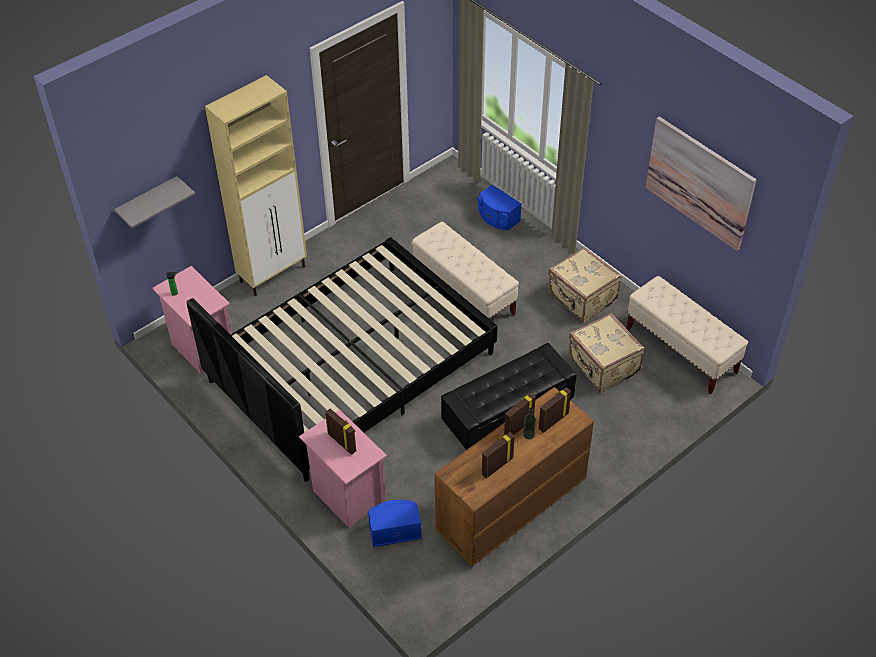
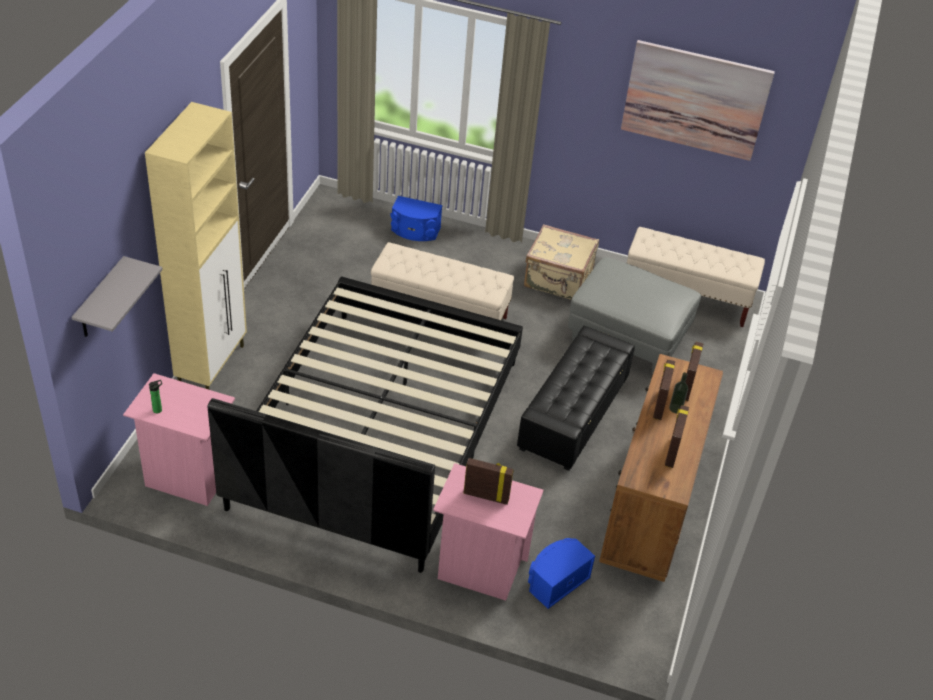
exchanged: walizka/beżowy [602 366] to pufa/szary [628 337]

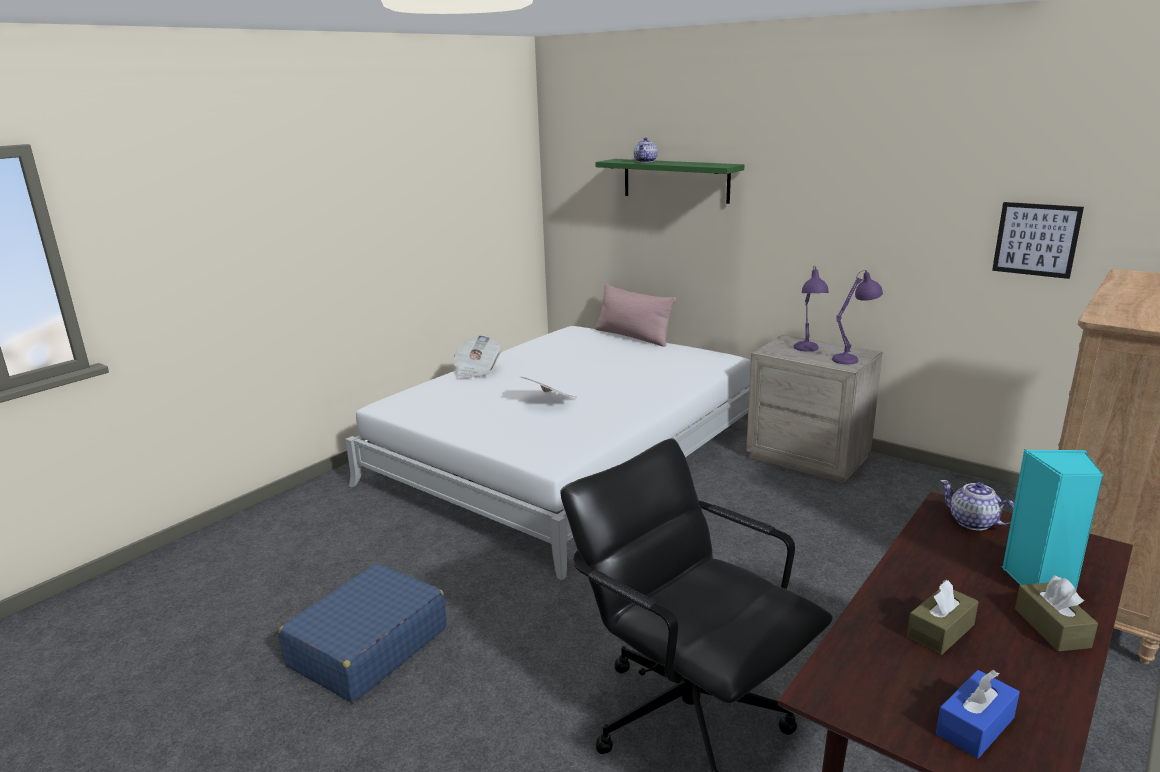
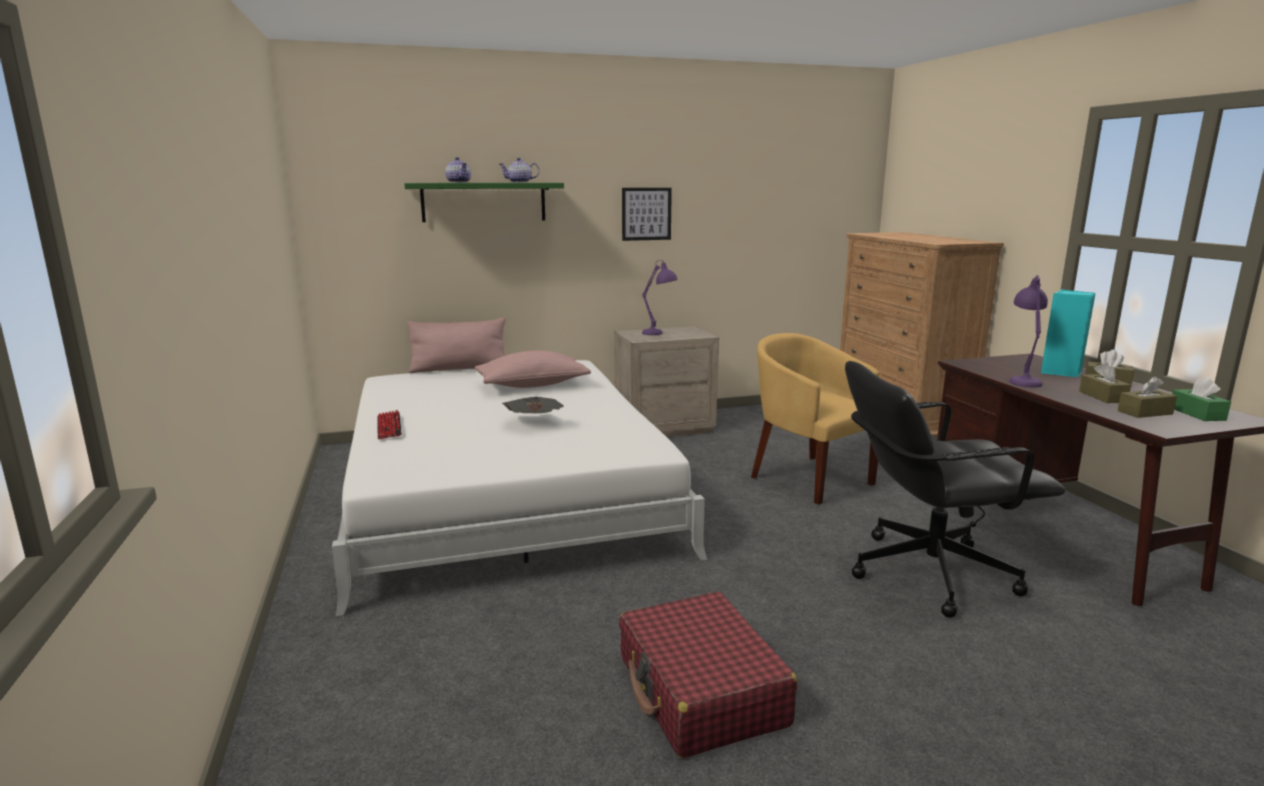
appeared: poduszka/różowy [532 385]; fotel/żółty [809 478]; pudełko chusteczek/brązowy [1145 412]
relocated: lampa stołowa/fioletowy [854 358] to [1023 380]; imbryk [973 522] to [520 182]; obraz [1036 239] to [646 214]
exchanged: gazeta [477 370] to klawiatura [389 426]
colour: walizka/niebieski [367 647] to walizka/czerwony [701 691]; pudełko chusteczek/niebieski [975 726] to pudełko chusteczek/zielony [1197 414]

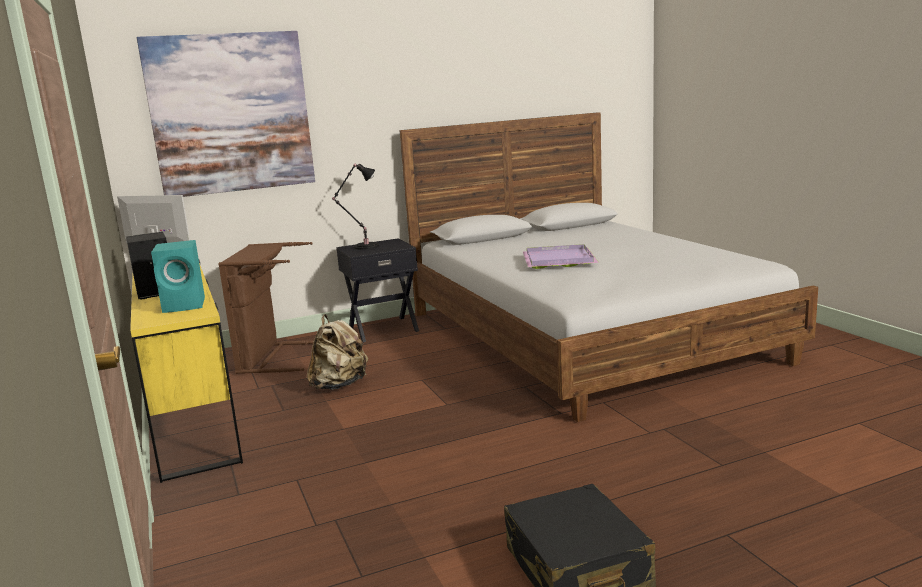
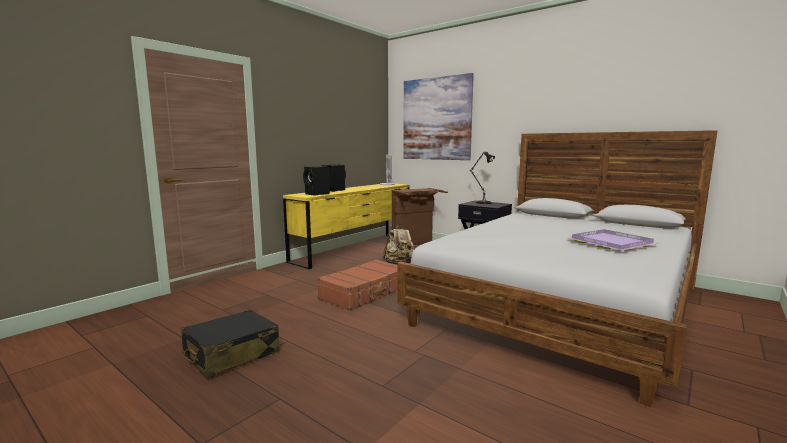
appeared: walizka/brązowy [365 293]
relocated: taca/fioletowy [558 260] to [609 243]
colour: głośnik/turkusowy [186 305] to głośnik/czarny [317 194]

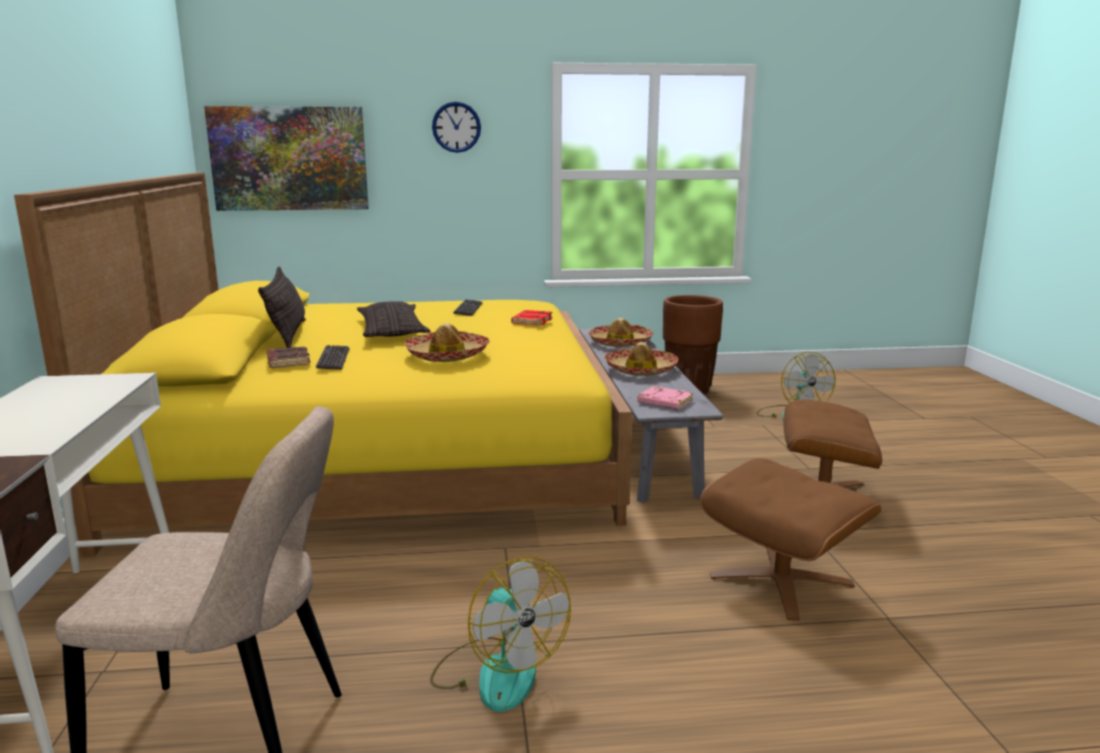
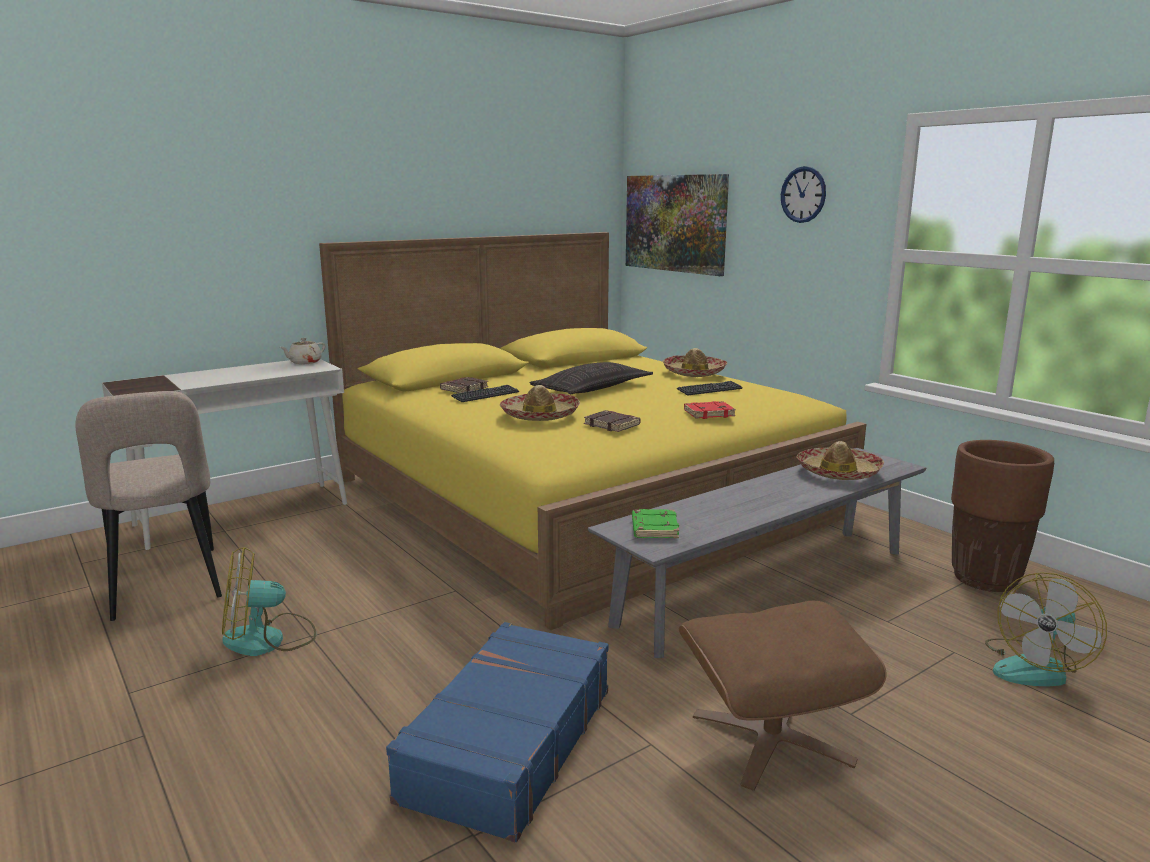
missing: poduszka [288 335]
appeared: imbryk/beżowy [304 362]; książka/brązowy [613 425]
relocated: kapelusz [640 370] to [694 373]
exchanged: pufa/brązowy [781 580] to walizka/niebieski [507 744]
colour: książka/różowy [664 402] to książka/zielony [653 528]
spun: wentylator [497 671] = [268 640] 45 degrees clockwise

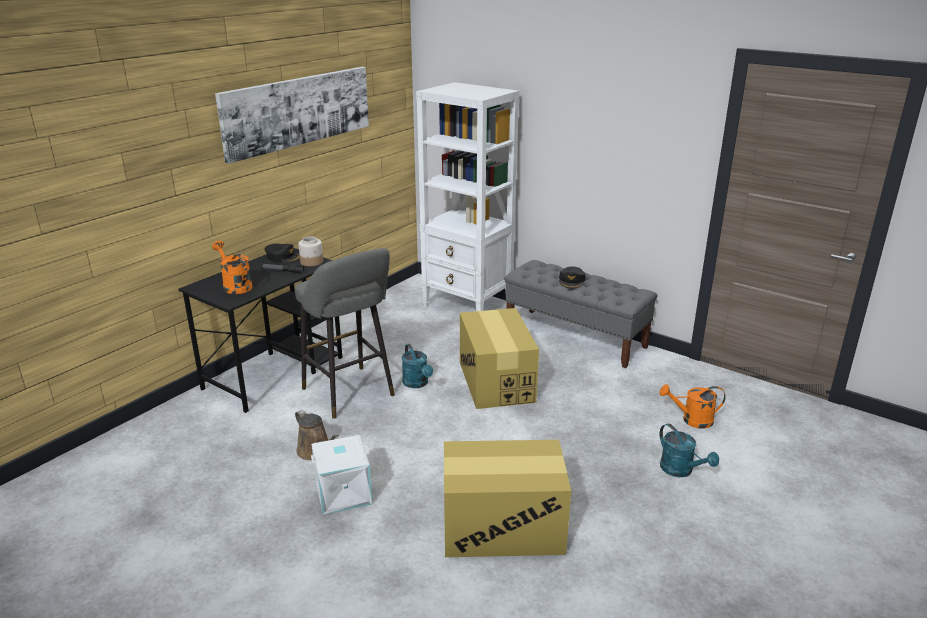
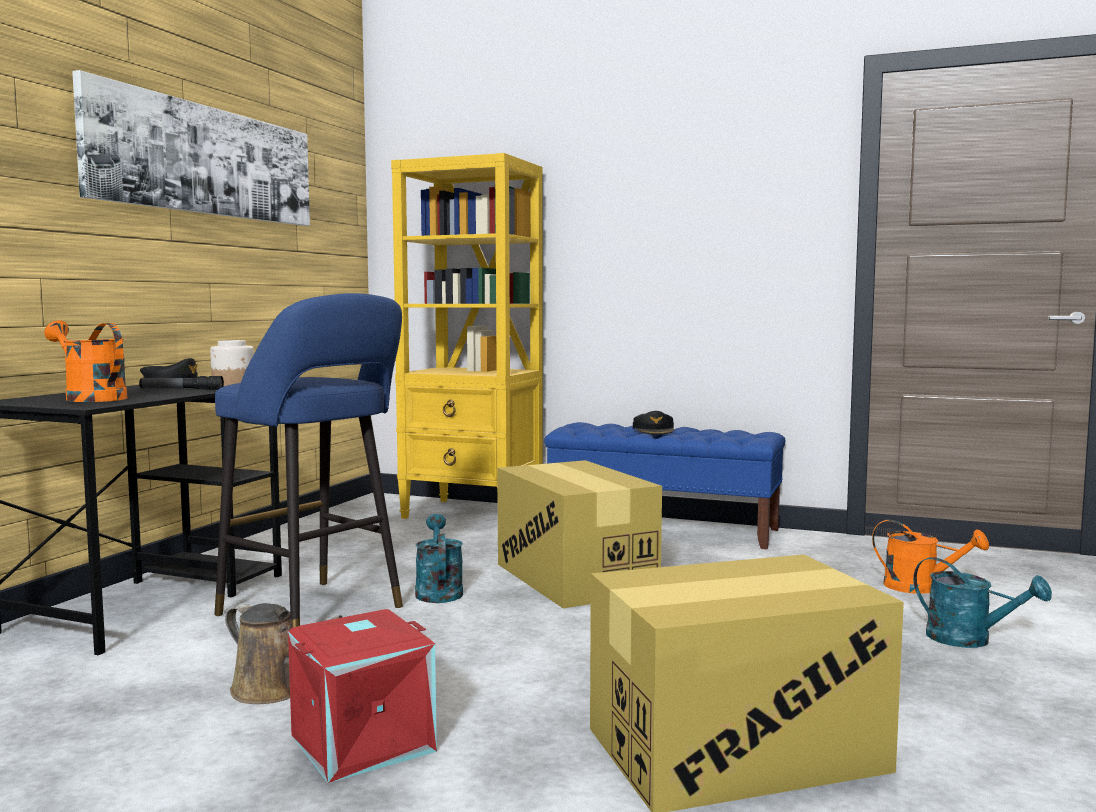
colour: stołek/szary [351 394] to stołek/niebieski [317 613]; pojemnik do przechowywania/biały [343 492] to pojemnik do przechowywania/czerwony [362 742]; regał/biały [468 306] to regał/żółty [473 514]; ławka/szary [575 337] to ławka/niebieski [664 529]
spun: konewka/turkusowy [417 384] = [438 591] 150 degrees counterclockwise; konewka/pomarańczowy [692 420] = [920 588] 135 degrees counterclockwise

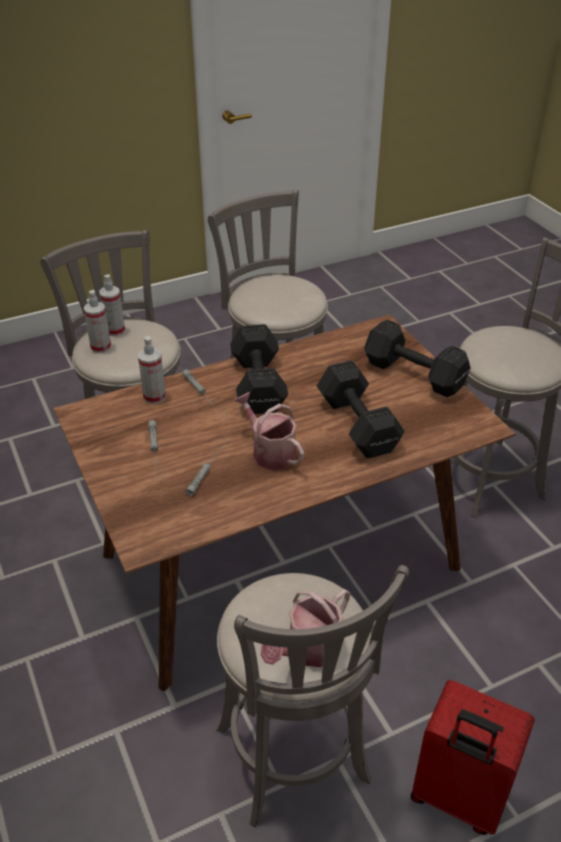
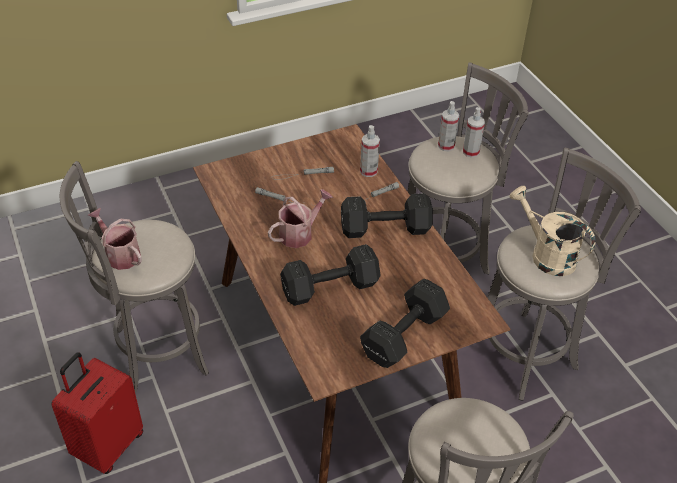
appeared: konewka/beżowy [546 255]

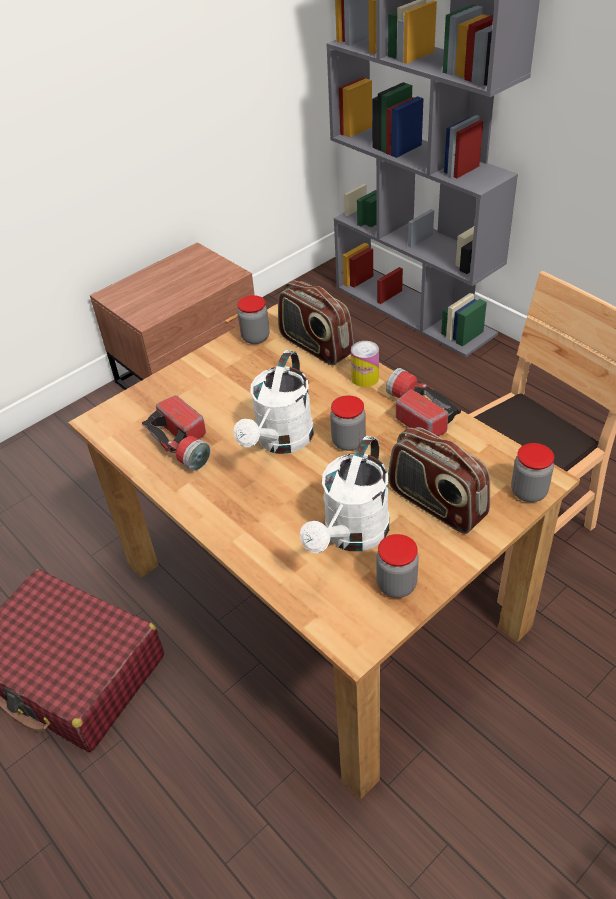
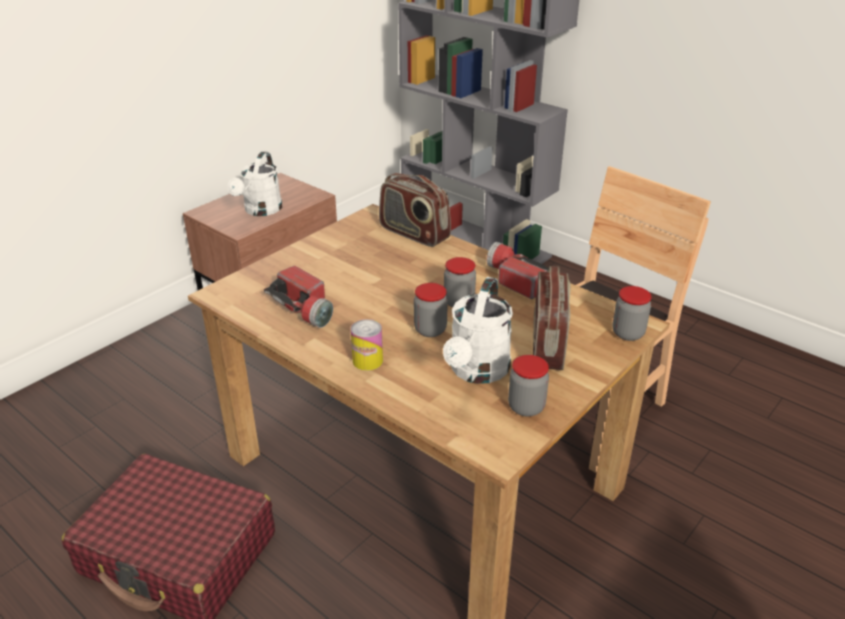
relocated: konewka/biały [281 441] to [260 211]; słoik [255 337] to [430 330]; puszka [365 378] to [367 361]
spun: radio [436 504] = [548 345] 120 degrees counterclockwise

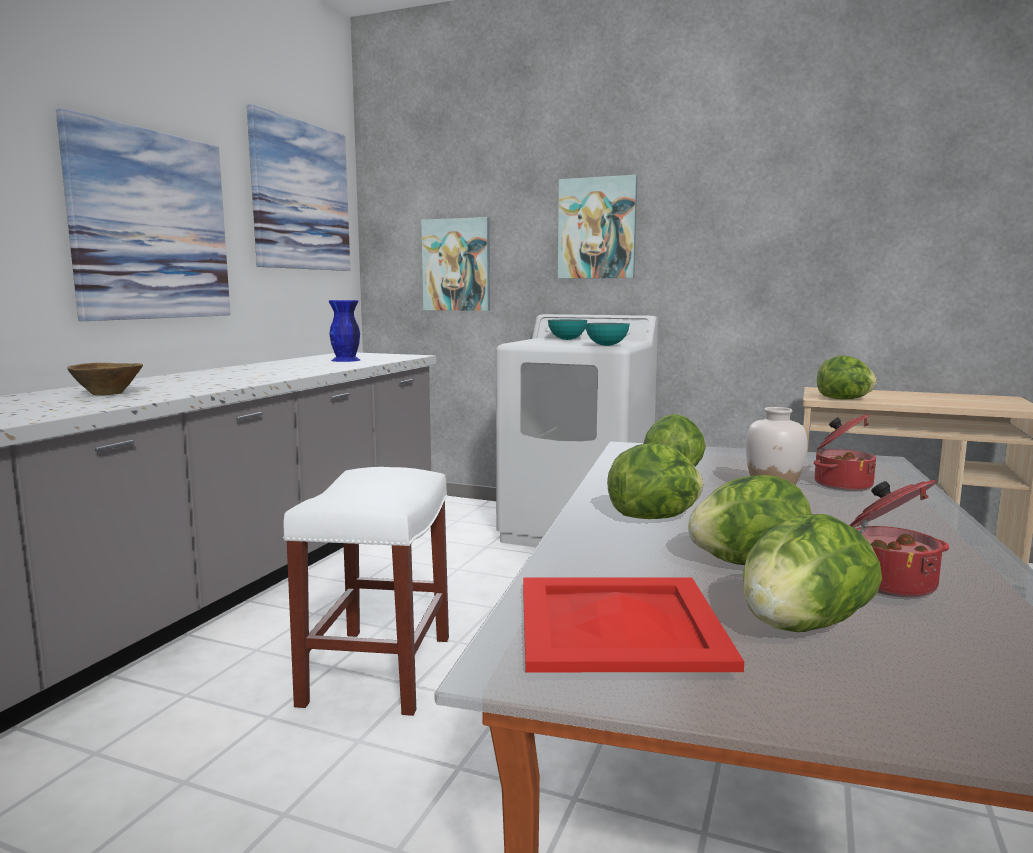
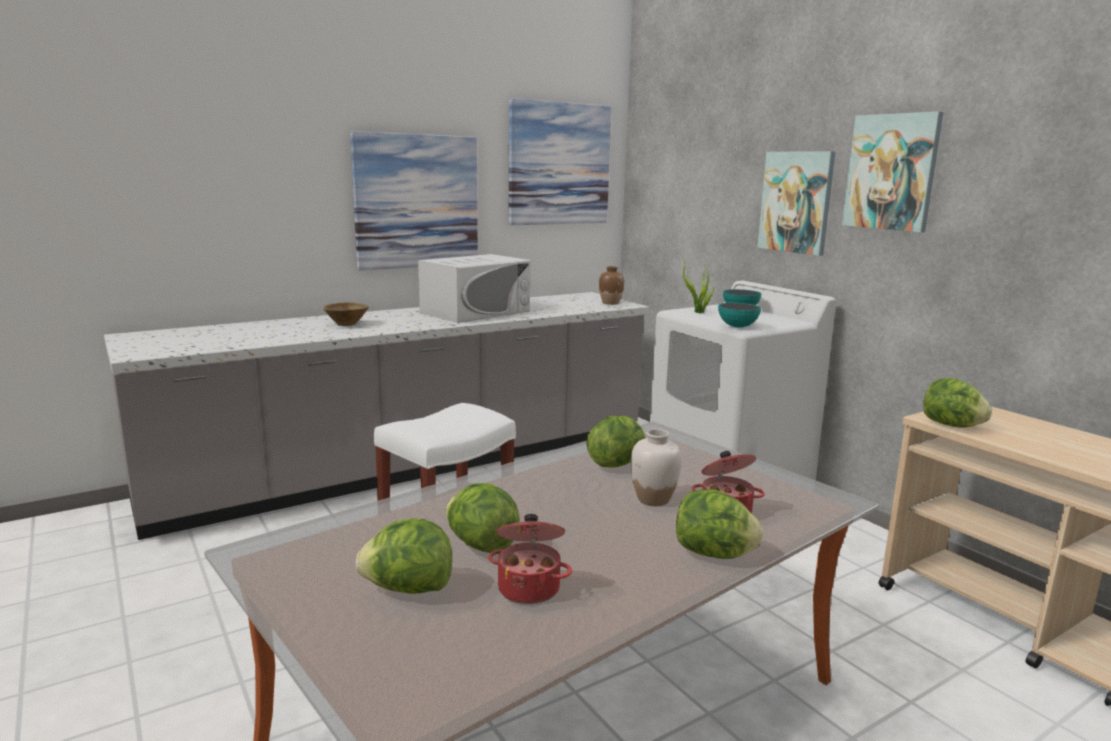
missing: wazon/niebieski [345 360]; taca/czerwony [621 624]
appeared: mikrofalówka/biały [475 312]; wazon/brązowy [610 303]; roślina doniczkowa [698 312]
relocated: obraz [456 265] to [891 172]; sałata [655 517] to [714 554]

